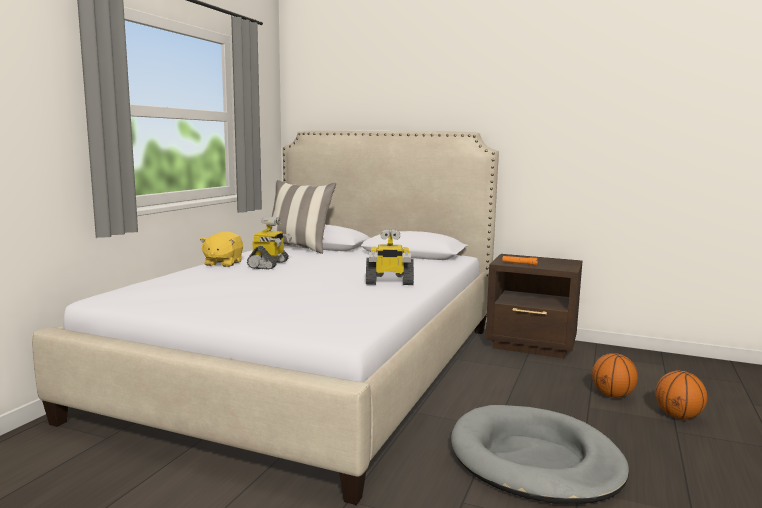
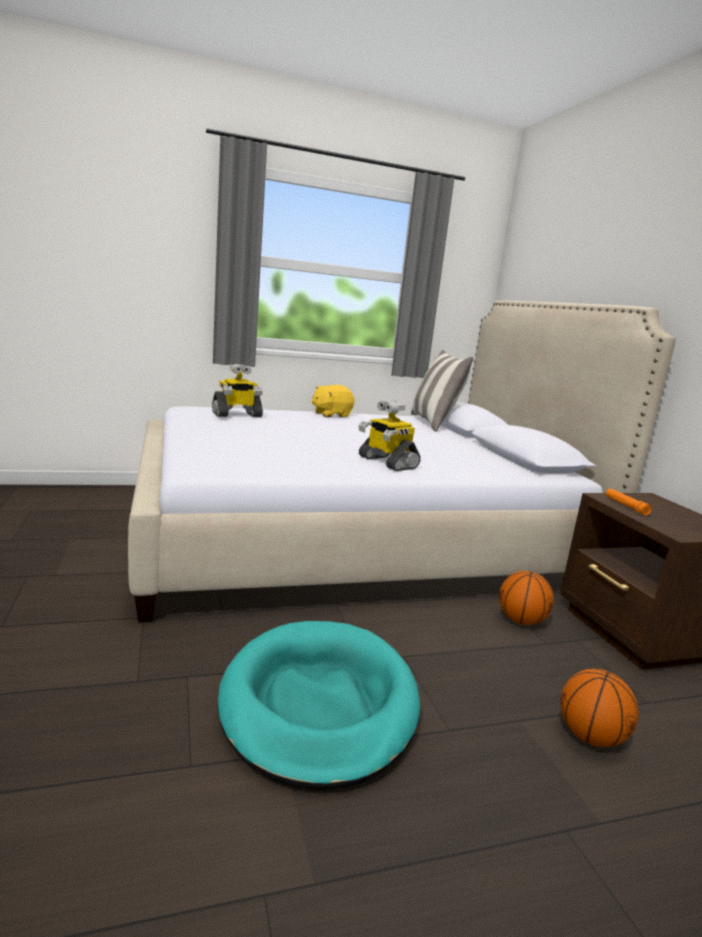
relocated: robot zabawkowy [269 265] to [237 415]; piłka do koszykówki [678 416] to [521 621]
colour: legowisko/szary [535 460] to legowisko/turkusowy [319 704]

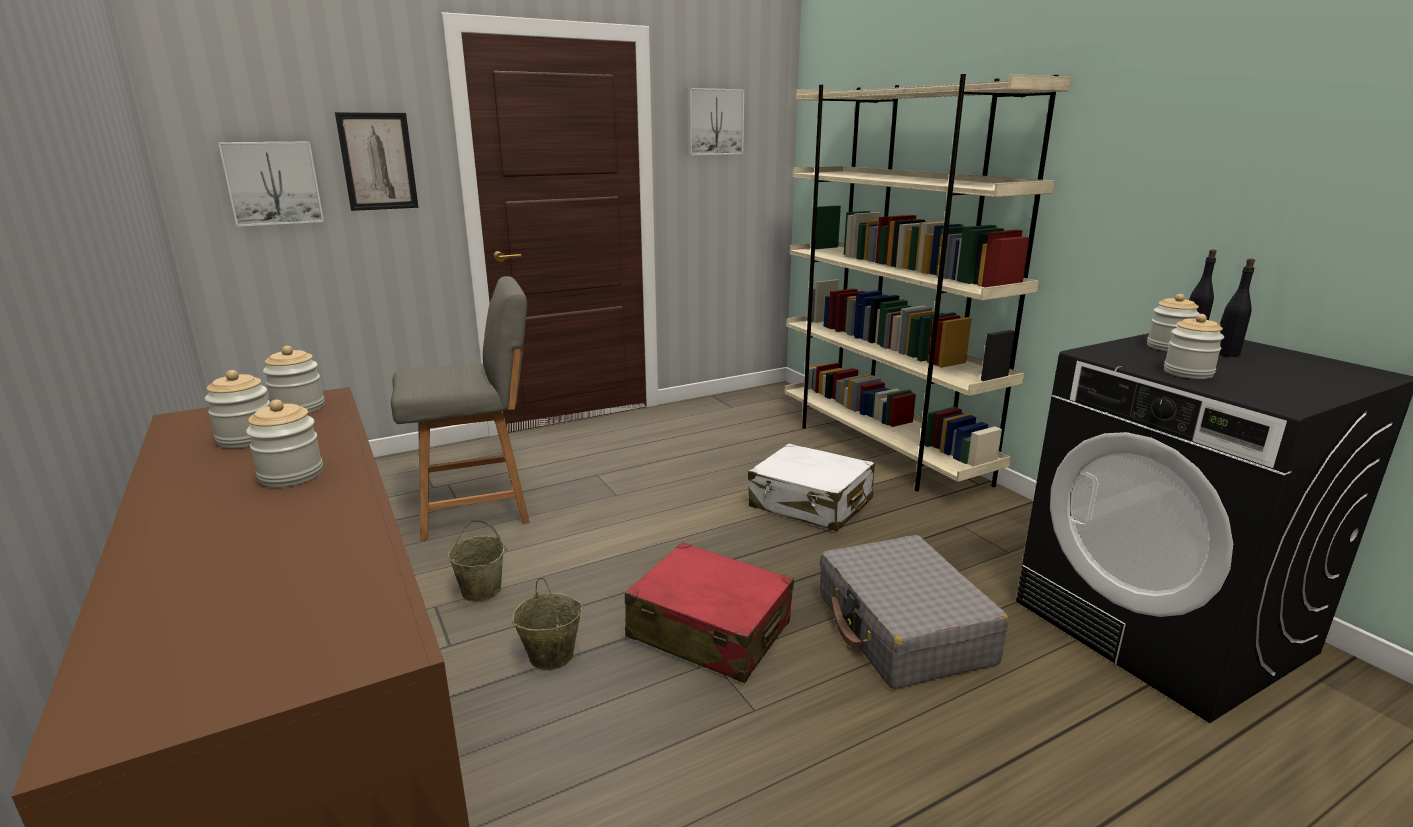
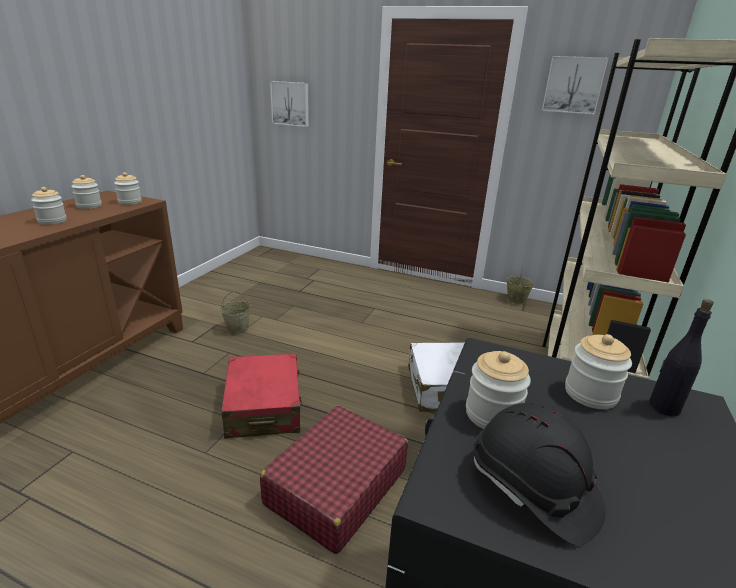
missing: obraz [378 161]; krzesło/szary [478 507]; butelka/czarny [1226 353]
appeared: kask/czarny [532 489]
relocated: wiadro/beżowy [550 656] to [516 300]
colour: walizka/szary [903 629] to walizka/czerwony [336 487]

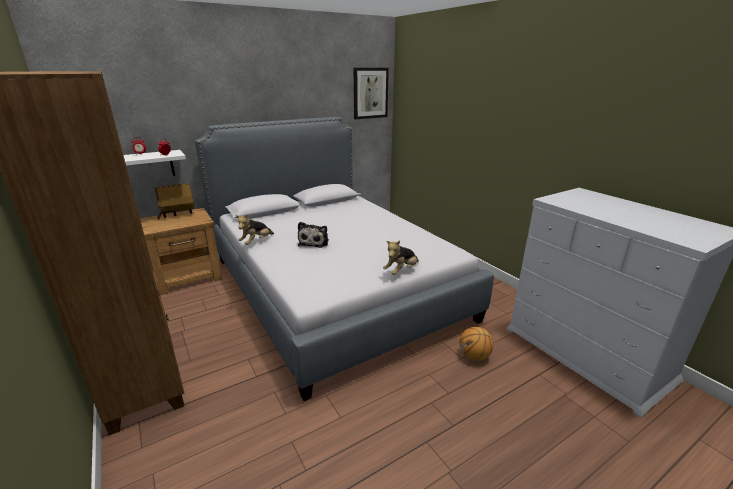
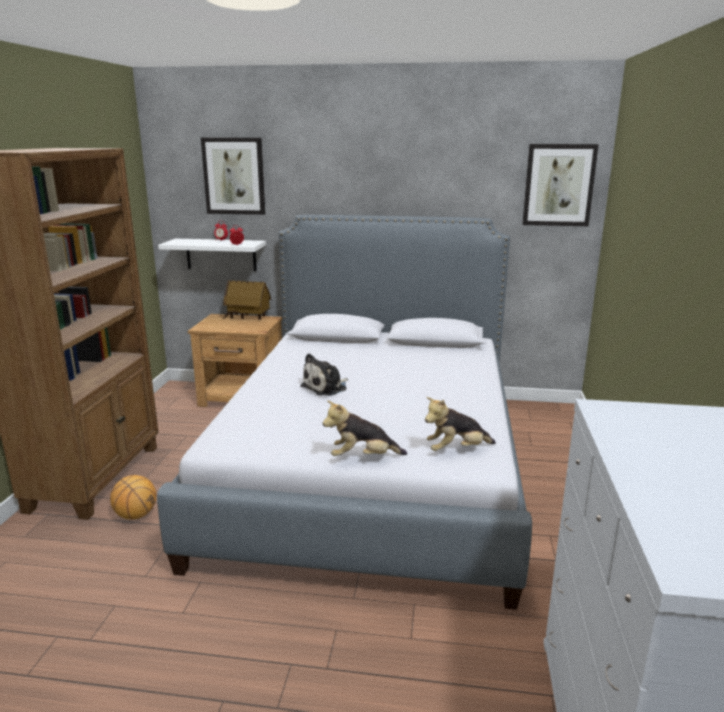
appeared: obraz [234 176]
relocated: pluszak [256 242] to [456 450]; piłka do koszykówki [474 356] to [136 515]

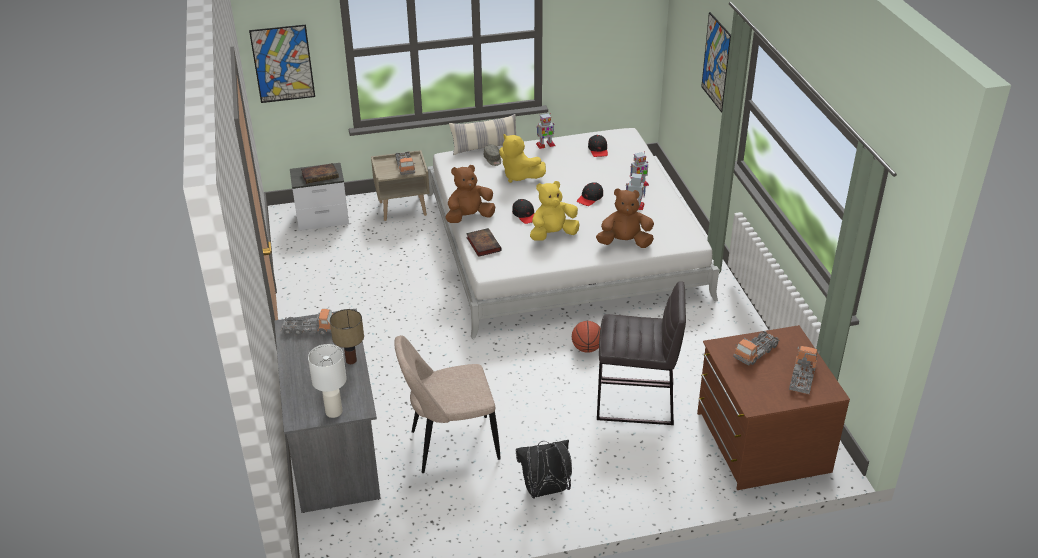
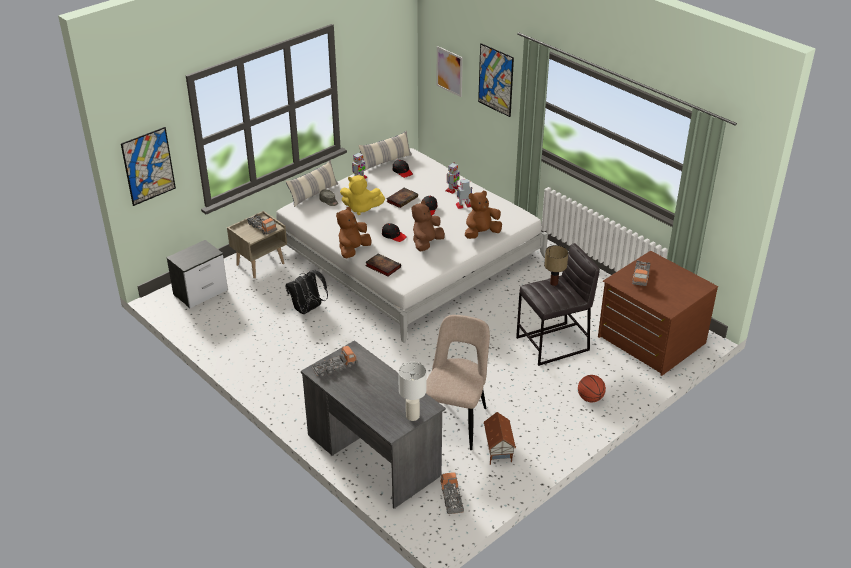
appeared: poduszka [386 161]; obraz [449 71]; domek [497 451]
relocated: książka [321 175] to [402 199]; lampa stołowa [351 360] to [554 283]; plecak/czarny [545 491] to [308 309]; piłka do koszykówki [587 348] to [590 398]; ciężarówka zabawkowa [802 378] to [451 499]
colour: pluszak/żółty [553 235] to pluszak/brązowy [426 243]
spun: krzesło/beżowy [450 445] = [456 421] 150 degrees clockwise

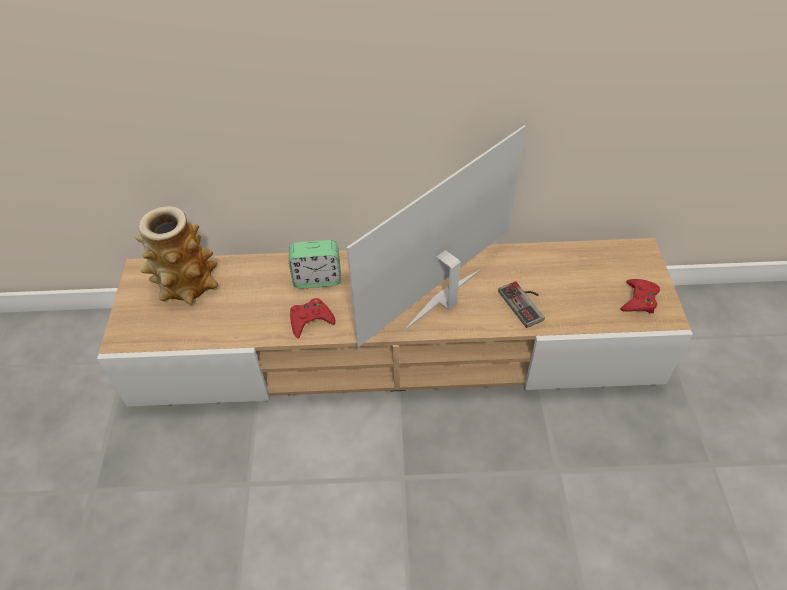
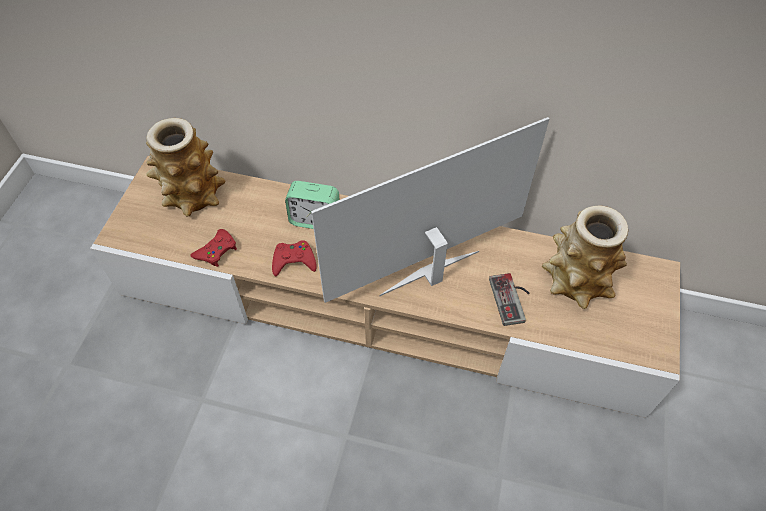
appeared: wazon [576 280]
relocated: pad do gier/czerwony [639 300] to [216 251]

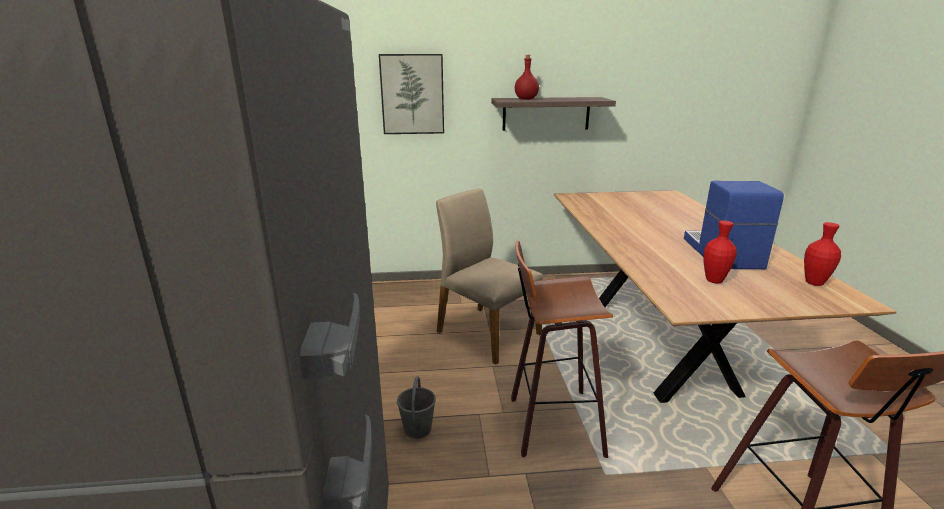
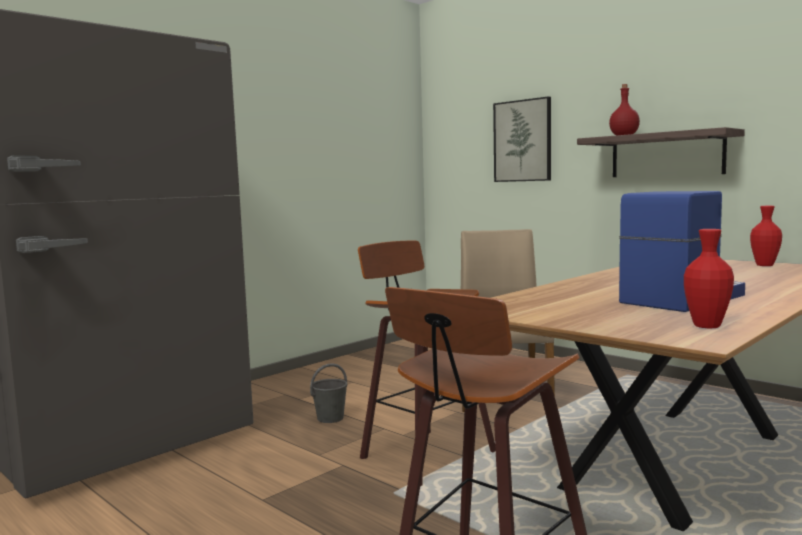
relocated: wazon/czerwony [714 280] to [764 265]

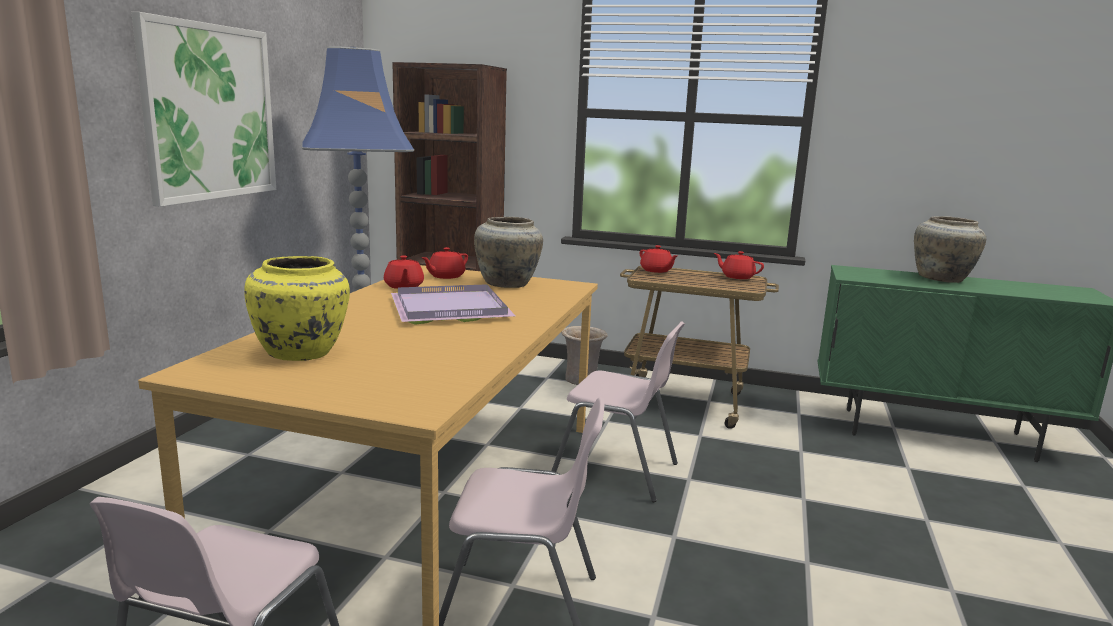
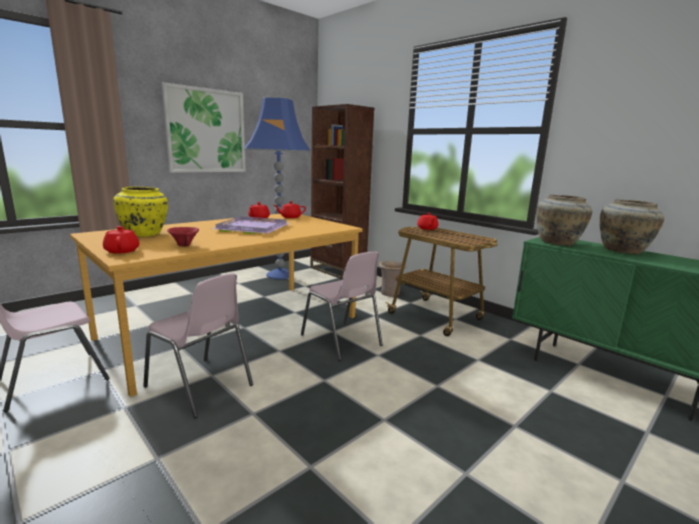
appeared: miska/czerwony [184 245]
relocated: wazon/beżowy [508 284] to [558 243]; imbryk/czerwony [737 277] to [122 251]

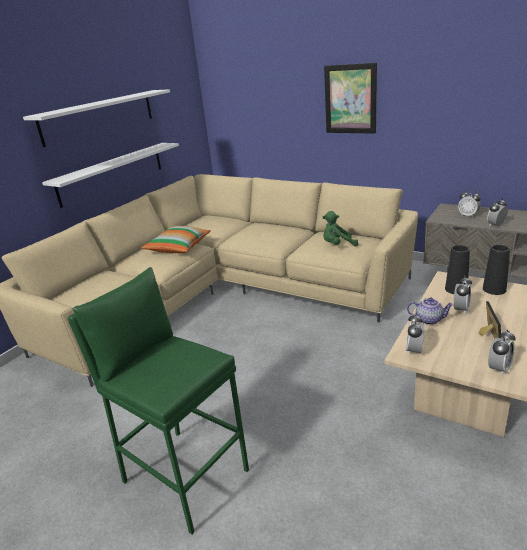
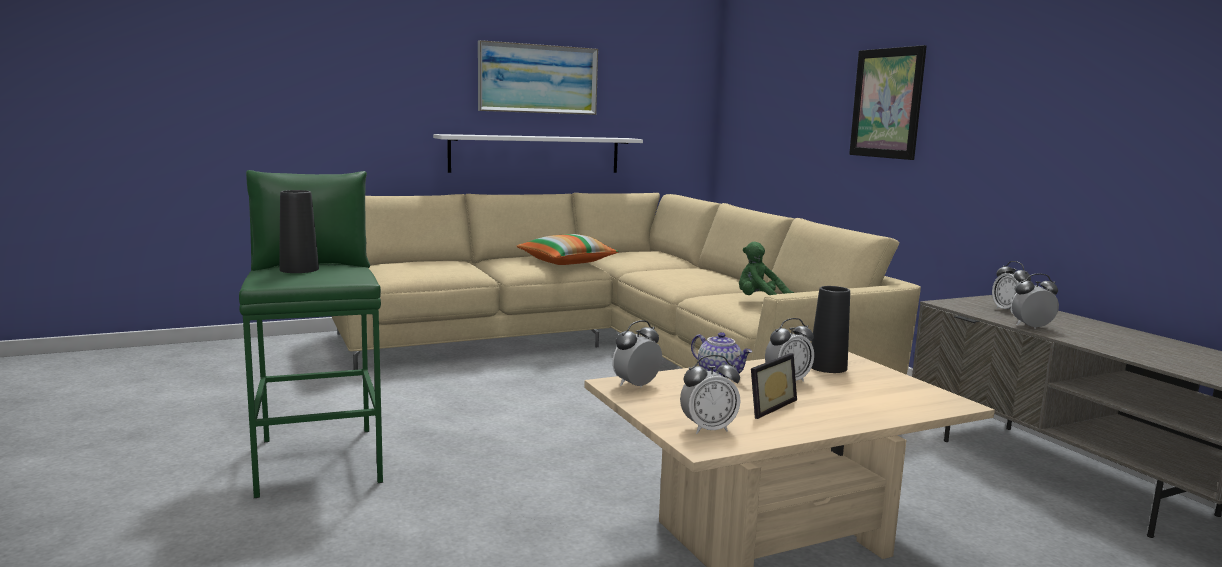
relocated: wazon/czarny [494 289] to [299 269]
exchanged: półka/biały [99 116] to obraz [538 79]

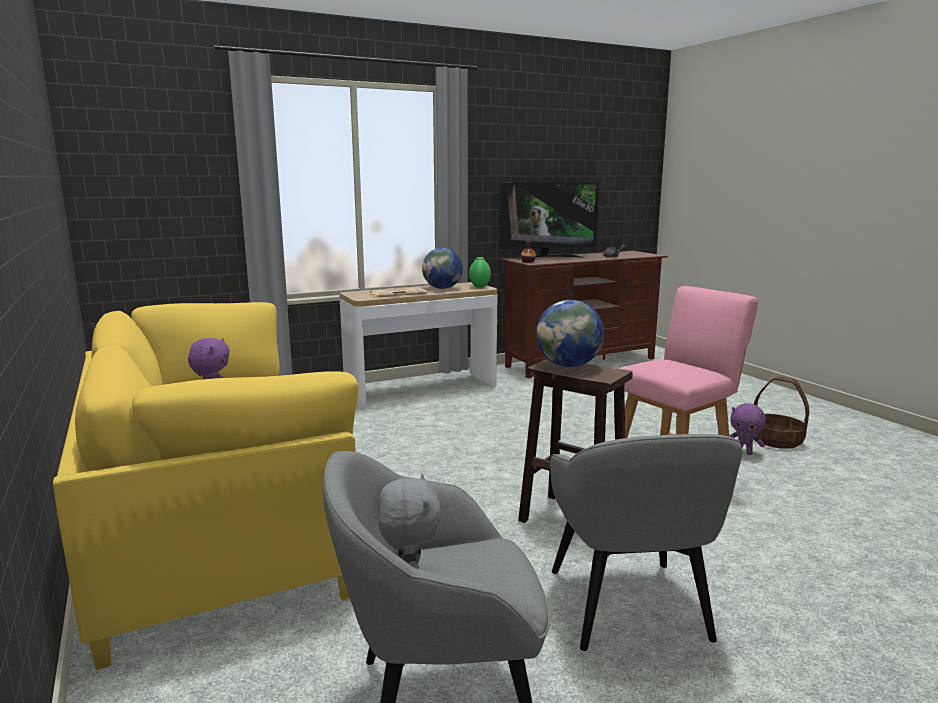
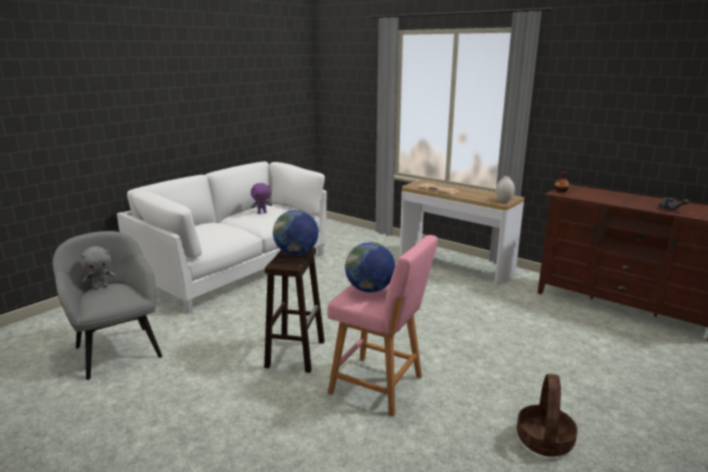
missing: telewizor [546 257]; fotel/szary [629 606]; pluszak/fioletowy [744 452]
relocated: globus [442 288] to [369 289]
colour: kanapa/żółty [213 525] to kanapa/biały [235 269]; wazon/zielony [479 287] to wazon/biały [503 201]

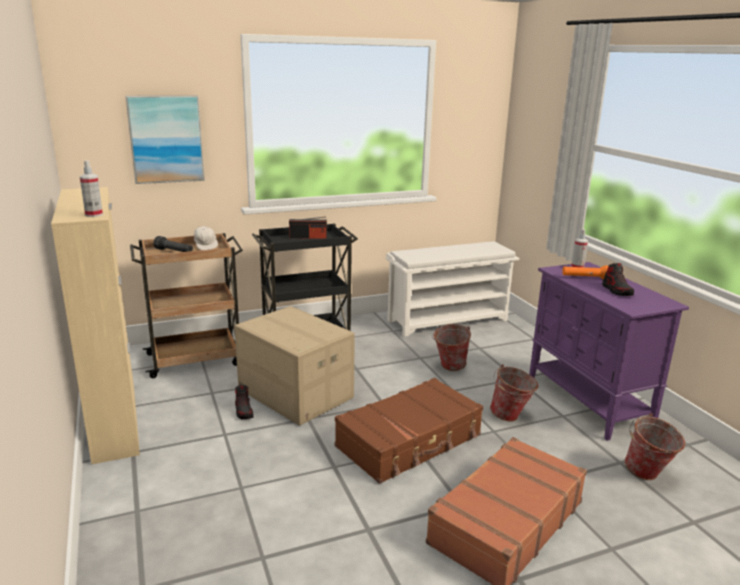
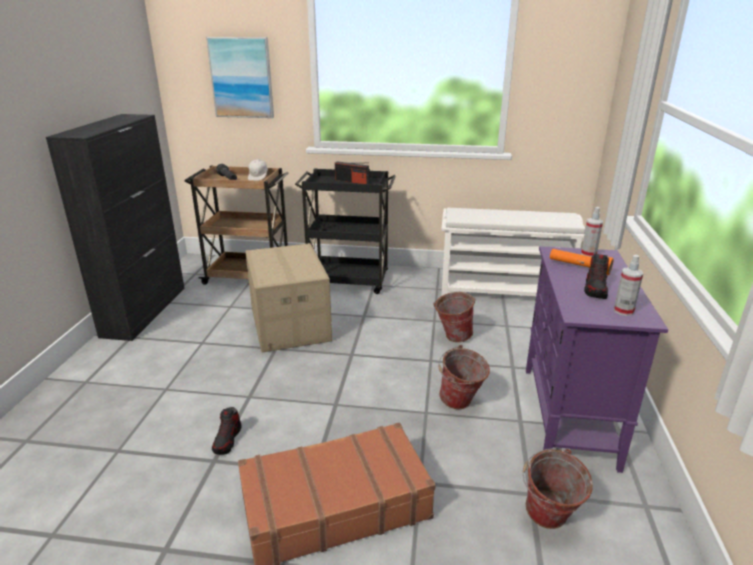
missing: walizka/brązowy [410 441]
relocated: spryskiwacz [94 215] to [623 311]; but [244 411] to [227 440]
colour: szafka/beżowy [115 421] to szafka/czarny [145 311]

